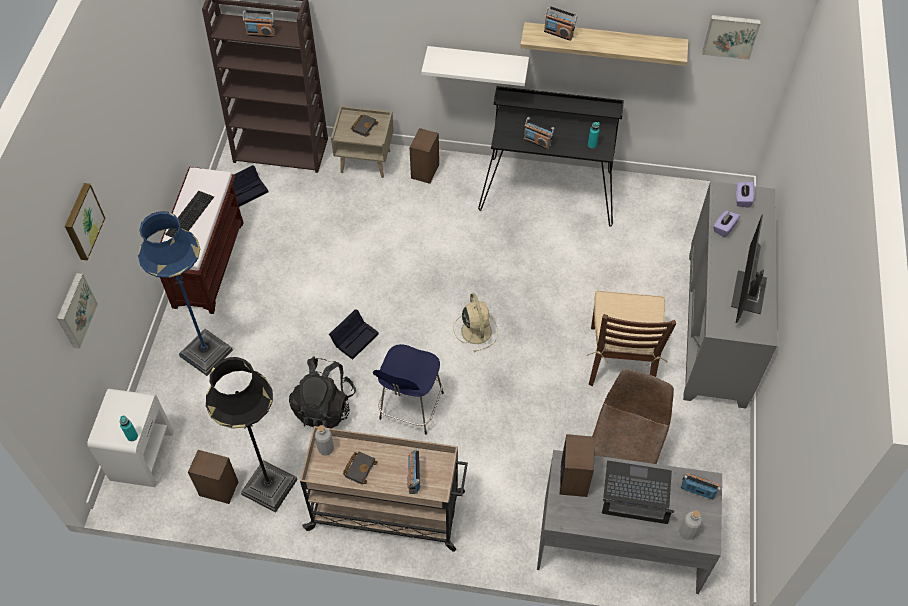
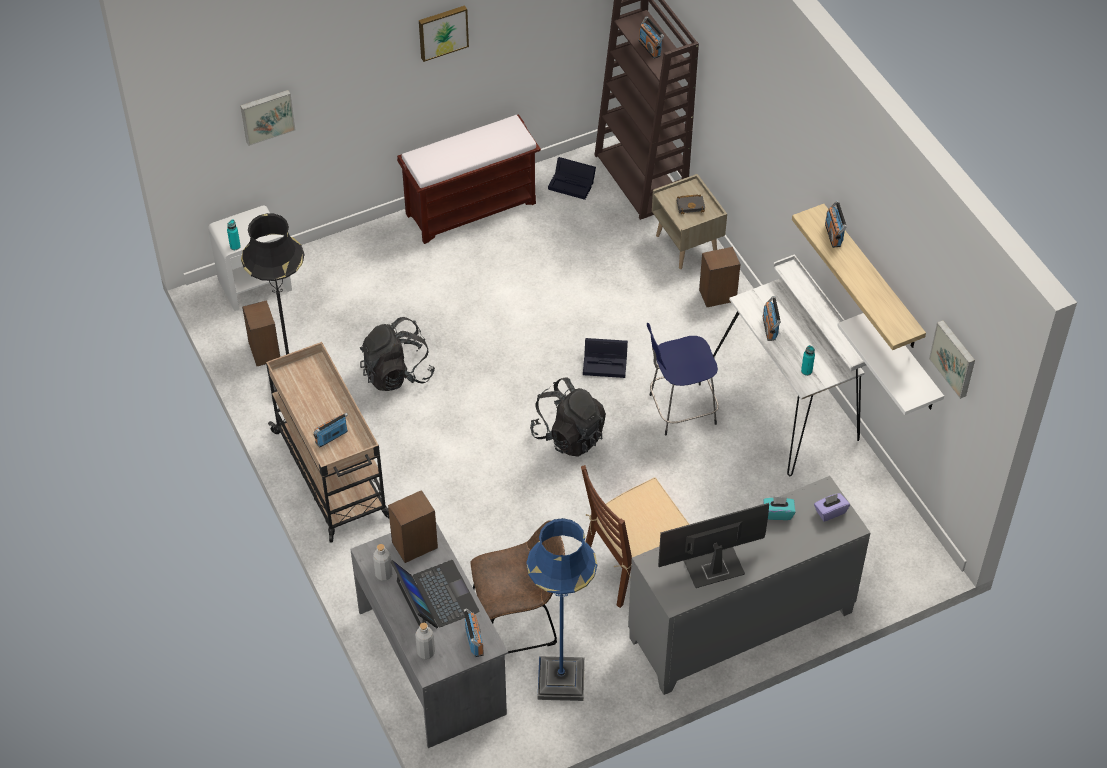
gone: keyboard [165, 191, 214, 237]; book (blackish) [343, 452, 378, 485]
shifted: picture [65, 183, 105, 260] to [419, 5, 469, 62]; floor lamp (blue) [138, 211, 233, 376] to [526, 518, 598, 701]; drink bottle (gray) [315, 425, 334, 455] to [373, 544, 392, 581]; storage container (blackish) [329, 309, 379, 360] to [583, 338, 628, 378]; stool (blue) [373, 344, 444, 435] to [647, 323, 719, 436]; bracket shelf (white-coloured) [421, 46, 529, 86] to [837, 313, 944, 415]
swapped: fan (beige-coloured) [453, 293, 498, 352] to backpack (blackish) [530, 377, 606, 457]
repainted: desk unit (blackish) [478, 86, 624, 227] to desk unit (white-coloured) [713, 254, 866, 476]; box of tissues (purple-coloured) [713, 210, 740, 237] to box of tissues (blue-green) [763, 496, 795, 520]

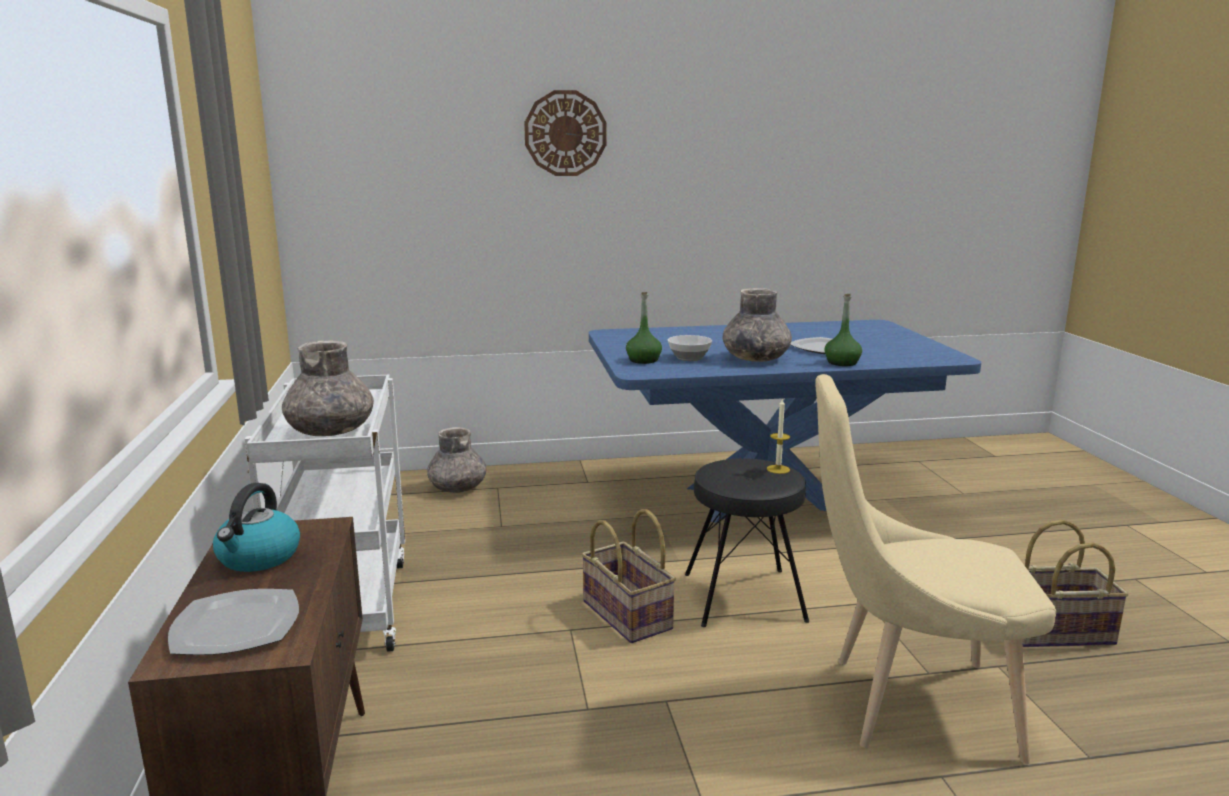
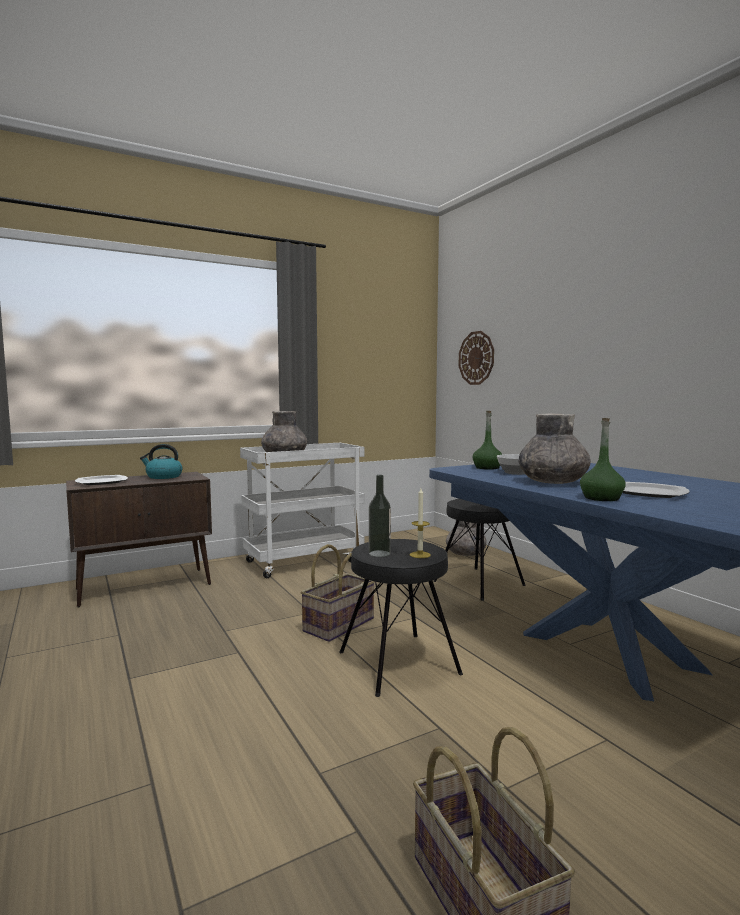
gone: chair (beige-coloured) [815, 374, 1056, 764]
new: drink bottle [369, 475, 391, 557]; stool (blackish) [433, 499, 526, 601]
shifted: hanging clock [524, 90, 606, 176] to [459, 331, 494, 385]

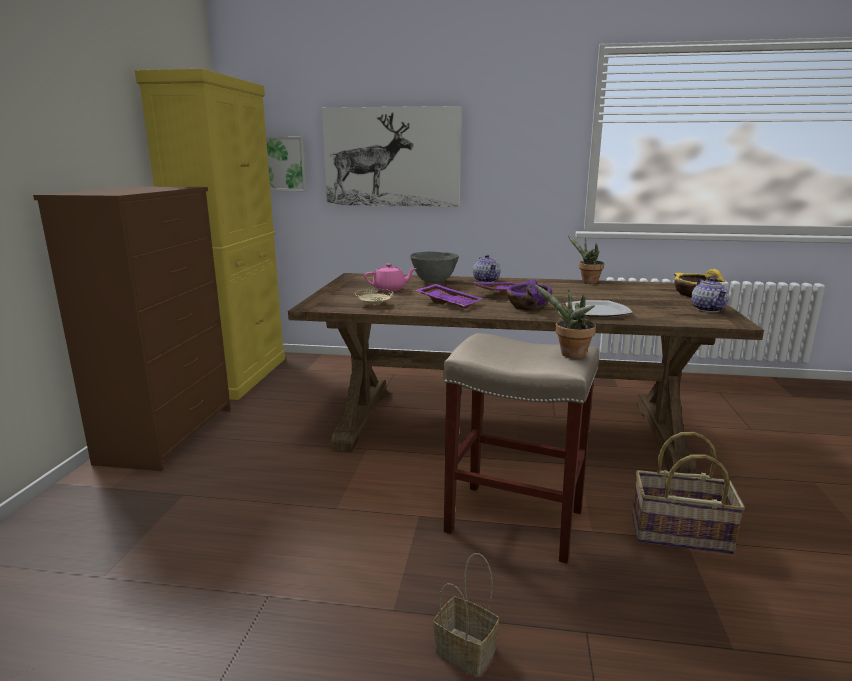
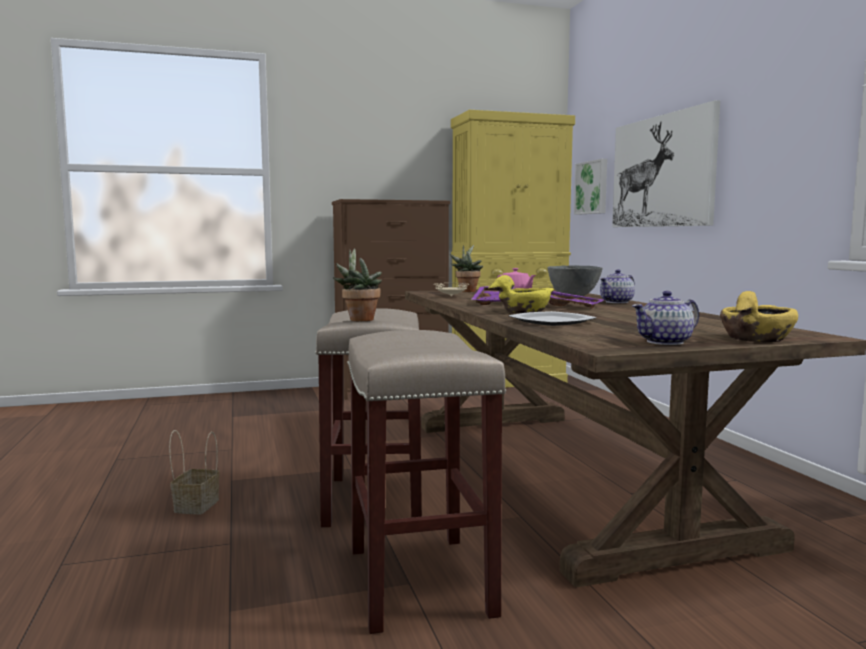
shifted: houseplant [568, 236, 604, 284] to [450, 245, 483, 292]
swapped: basket [632, 432, 745, 554] to stool (beige-coloured) [347, 330, 506, 634]
repainted: deep dish (purple-coloured) [507, 279, 552, 311] to deep dish (yellow-coloured) [488, 275, 554, 313]

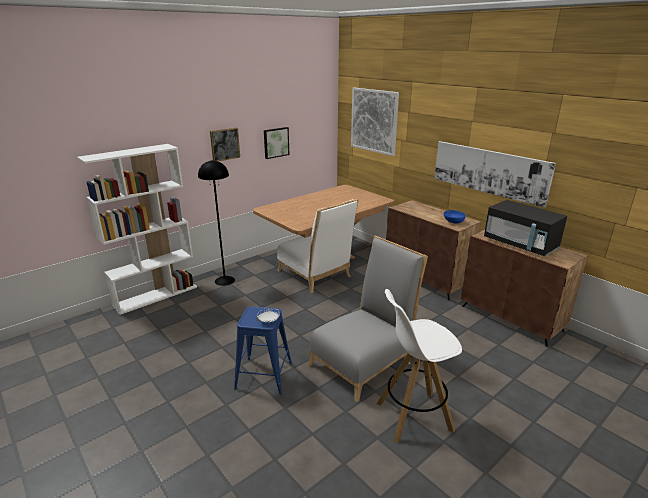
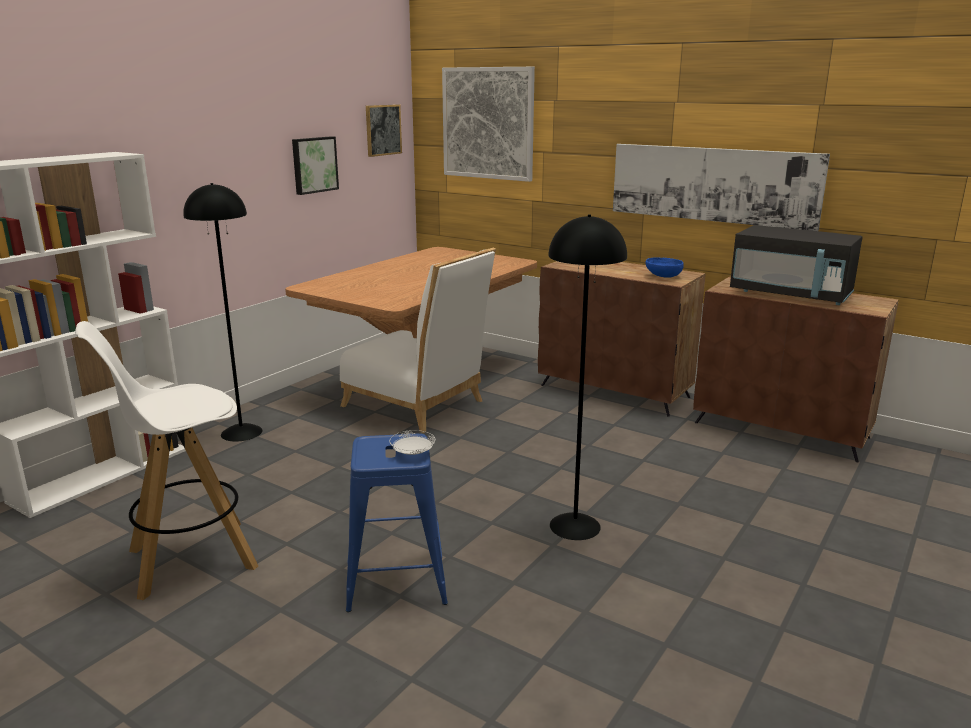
shifted: picture [210, 128, 240, 161] to [366, 105, 402, 157]; stool (white-coloured) [377, 289, 462, 443] to [75, 321, 258, 600]
swapped: chair (gray) [307, 236, 428, 402] to floor lamp (blackish) [548, 214, 627, 540]

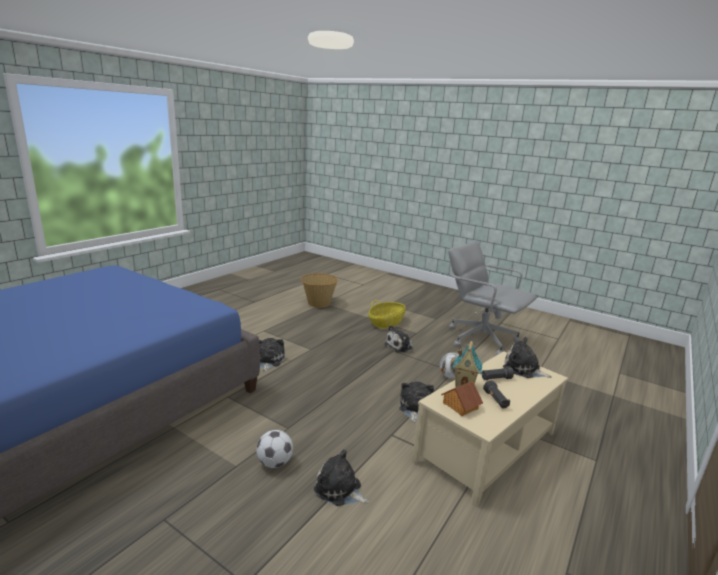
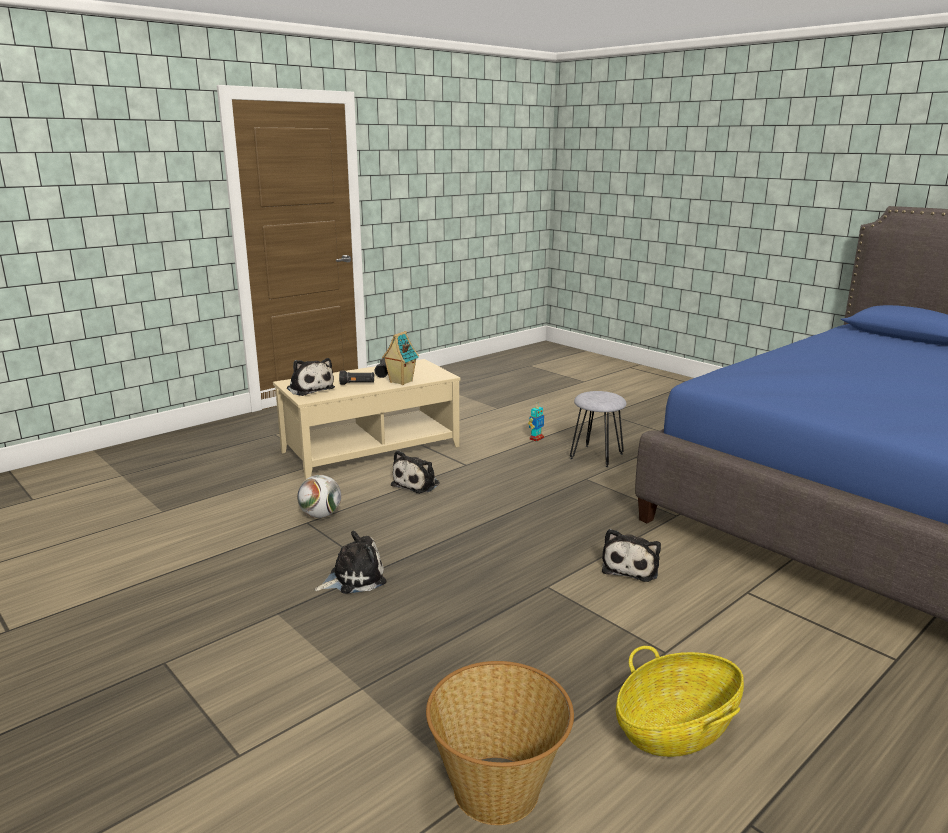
gone: model house [441, 381, 483, 416]; desk chair (gray) [448, 240, 537, 355]
shifted: basket [369, 300, 406, 328] to [616, 646, 744, 757]
swapped: ball for football [256, 430, 293, 468] to stool (gray) [570, 391, 627, 468]; soft toy [314, 449, 369, 506] to toy robot [528, 406, 544, 442]

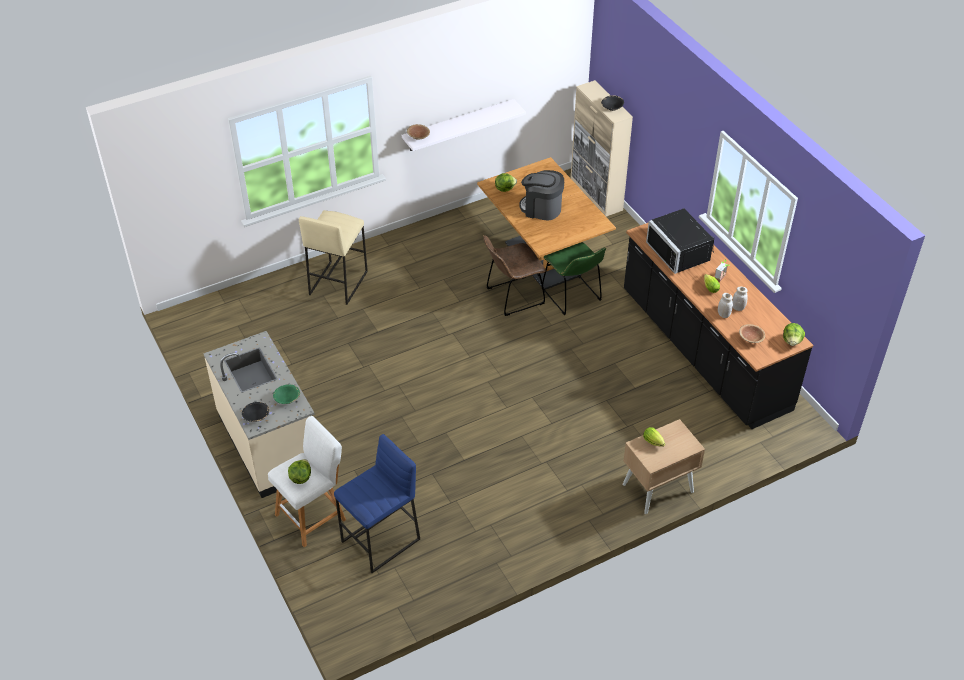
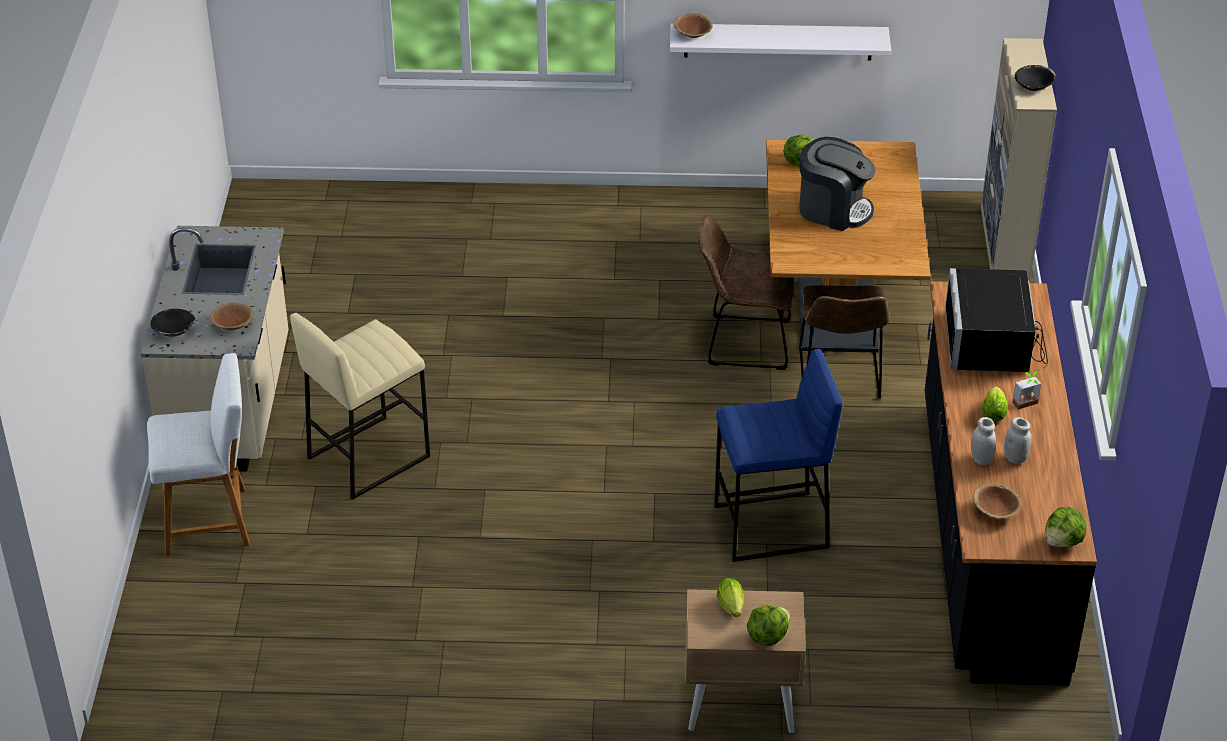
shifted: lettuce [288, 459, 311, 484] to [747, 605, 790, 646]; stool (beige-coloured) [299, 210, 368, 305] to [290, 313, 430, 500]; stool (blue) [334, 434, 420, 573] to [714, 349, 843, 562]
repainted: deep dish (green) [273, 384, 300, 404] to deep dish (brown-coloured) [210, 303, 254, 330]; chair (green) [542, 242, 606, 315] to chair (brown-coloured) [799, 285, 889, 398]
rotated: coffee brewer [519, 170, 564, 220] = [799, 137, 875, 231] 150 degrees clockwise

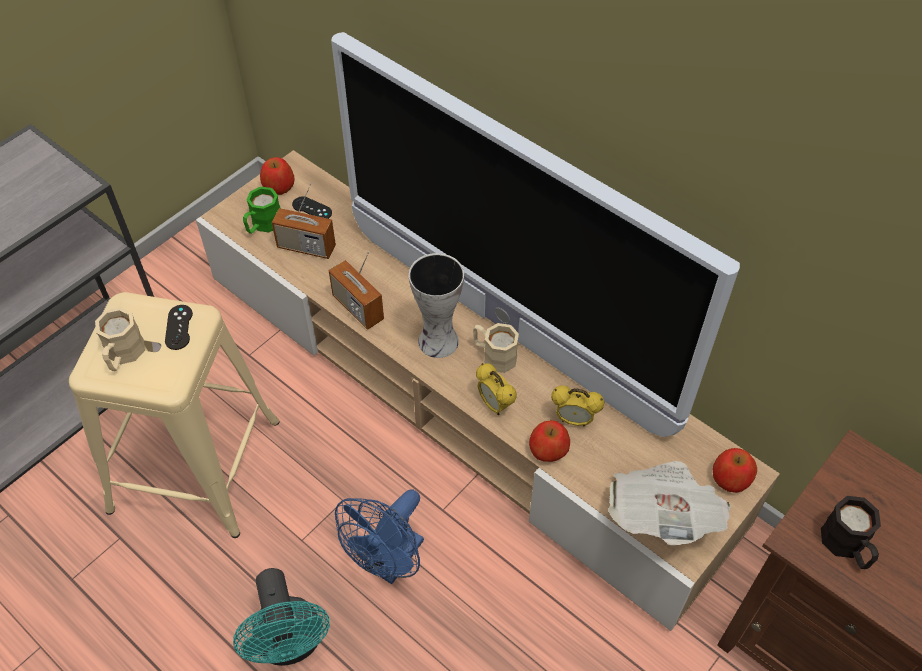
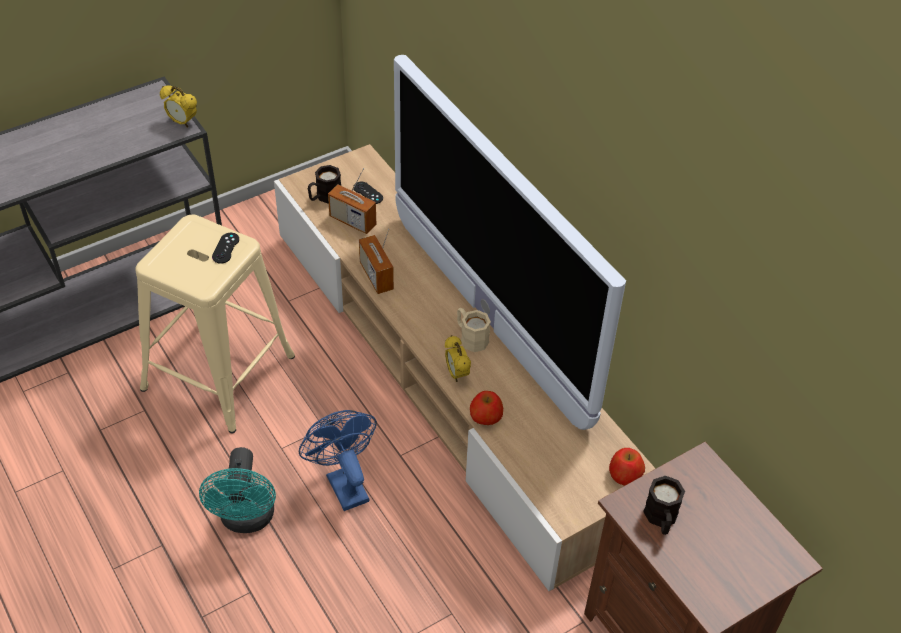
gone: mug (beige-coloured) [95, 307, 145, 371]; whole apple [260, 157, 295, 195]; vase [409, 253, 464, 358]; printed paper [608, 461, 731, 545]
shifted: bedside clock [551, 385, 604, 426] to [160, 85, 197, 128]
repainted: mug (green) [243, 187, 280, 234] to mug (blackish) [308, 165, 341, 204]
rotated: fan (blue) [335, 489, 424, 584] = [299, 410, 377, 511] 105 degrees clockwise

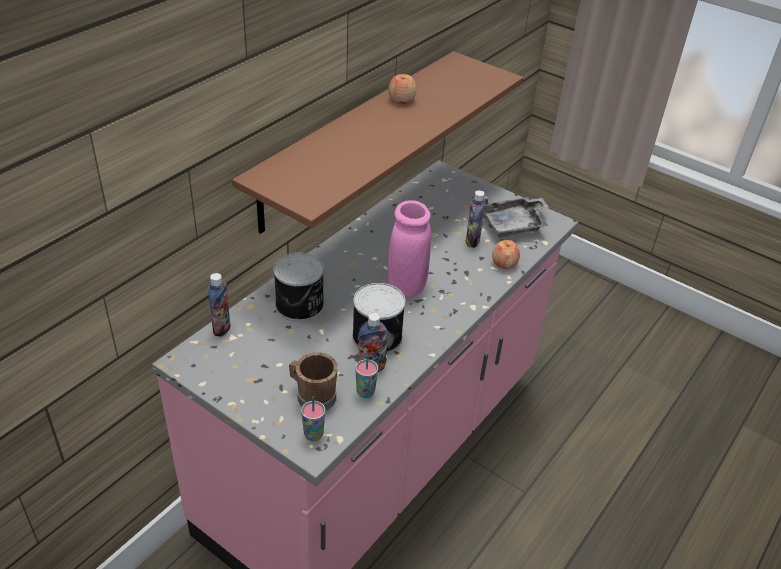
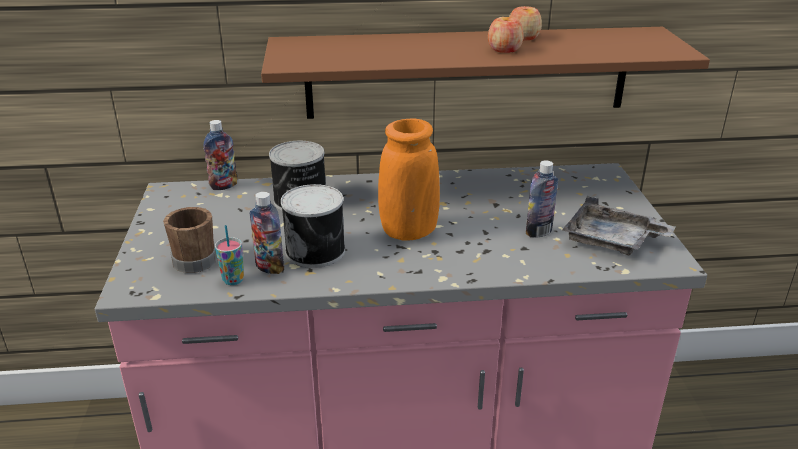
gone: cup [301, 396, 325, 441]
shifted: whole apple [492, 240, 520, 269] to [488, 17, 524, 53]
repainted: vase (pinkish) [387, 200, 431, 297] to vase (orange) [378, 119, 440, 241]

